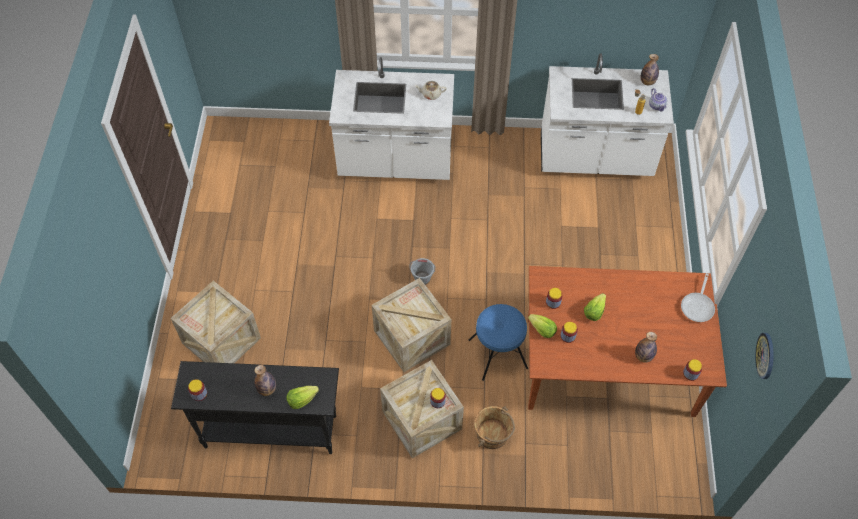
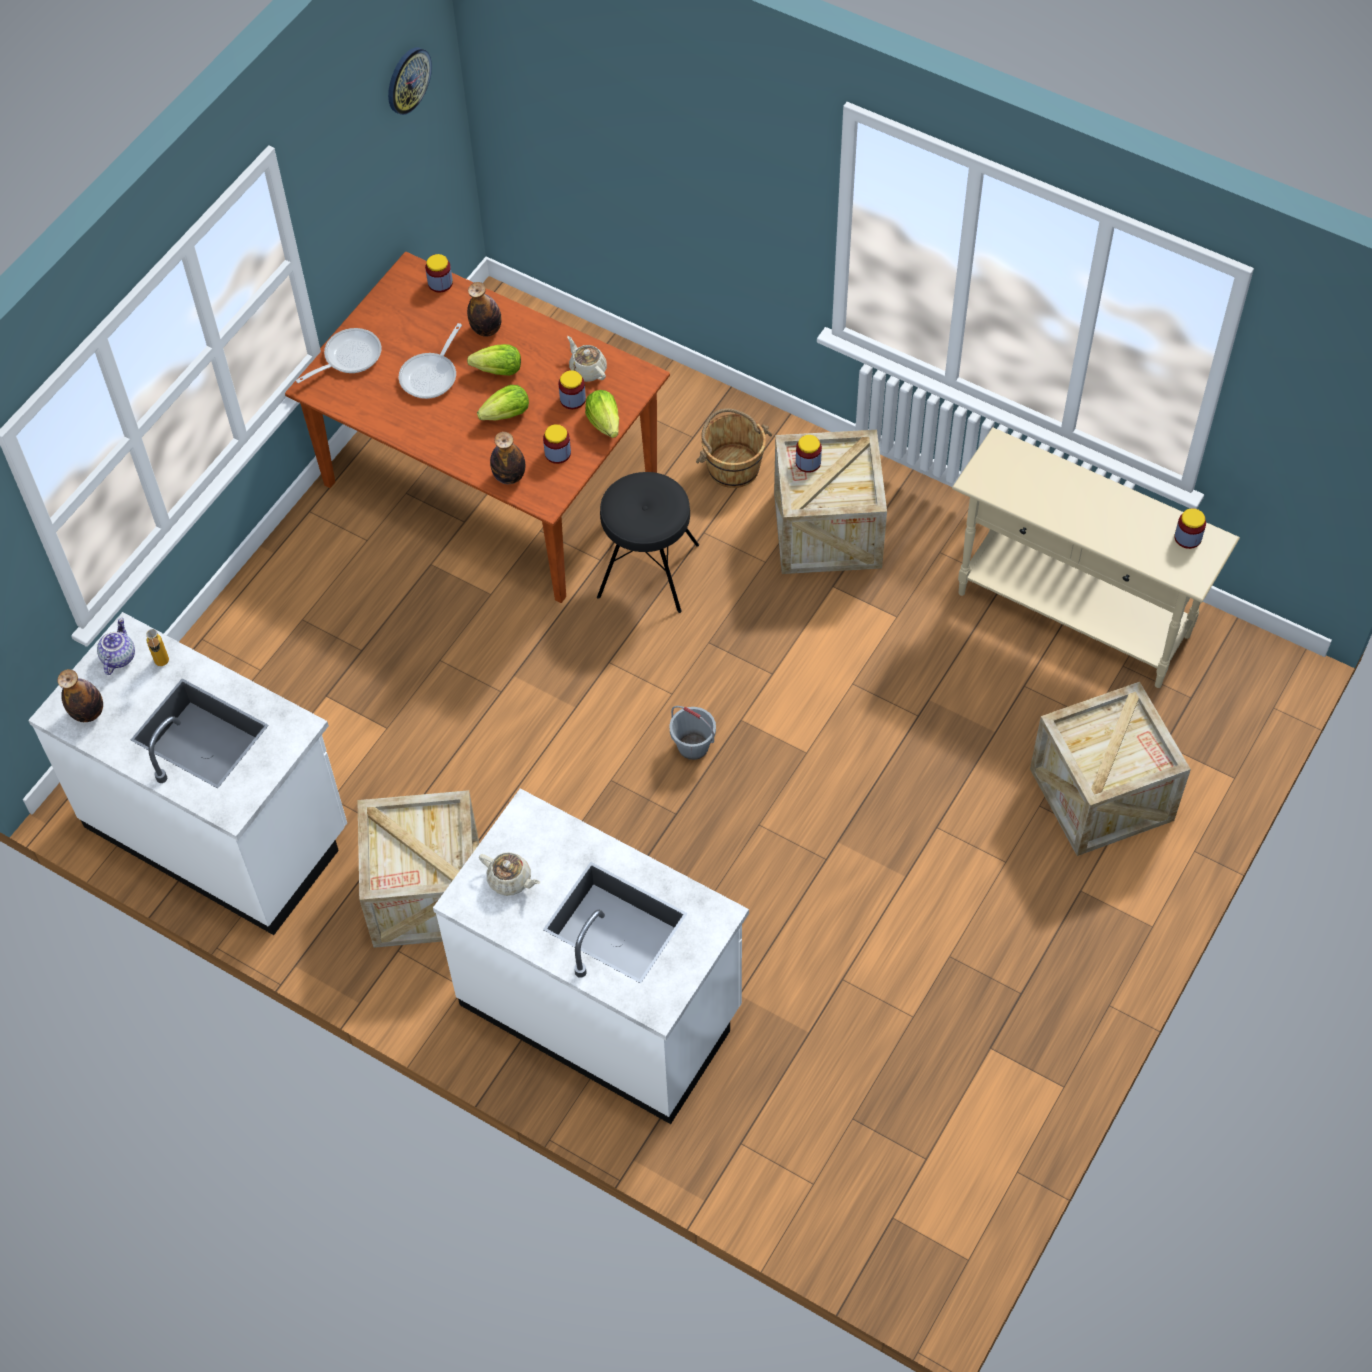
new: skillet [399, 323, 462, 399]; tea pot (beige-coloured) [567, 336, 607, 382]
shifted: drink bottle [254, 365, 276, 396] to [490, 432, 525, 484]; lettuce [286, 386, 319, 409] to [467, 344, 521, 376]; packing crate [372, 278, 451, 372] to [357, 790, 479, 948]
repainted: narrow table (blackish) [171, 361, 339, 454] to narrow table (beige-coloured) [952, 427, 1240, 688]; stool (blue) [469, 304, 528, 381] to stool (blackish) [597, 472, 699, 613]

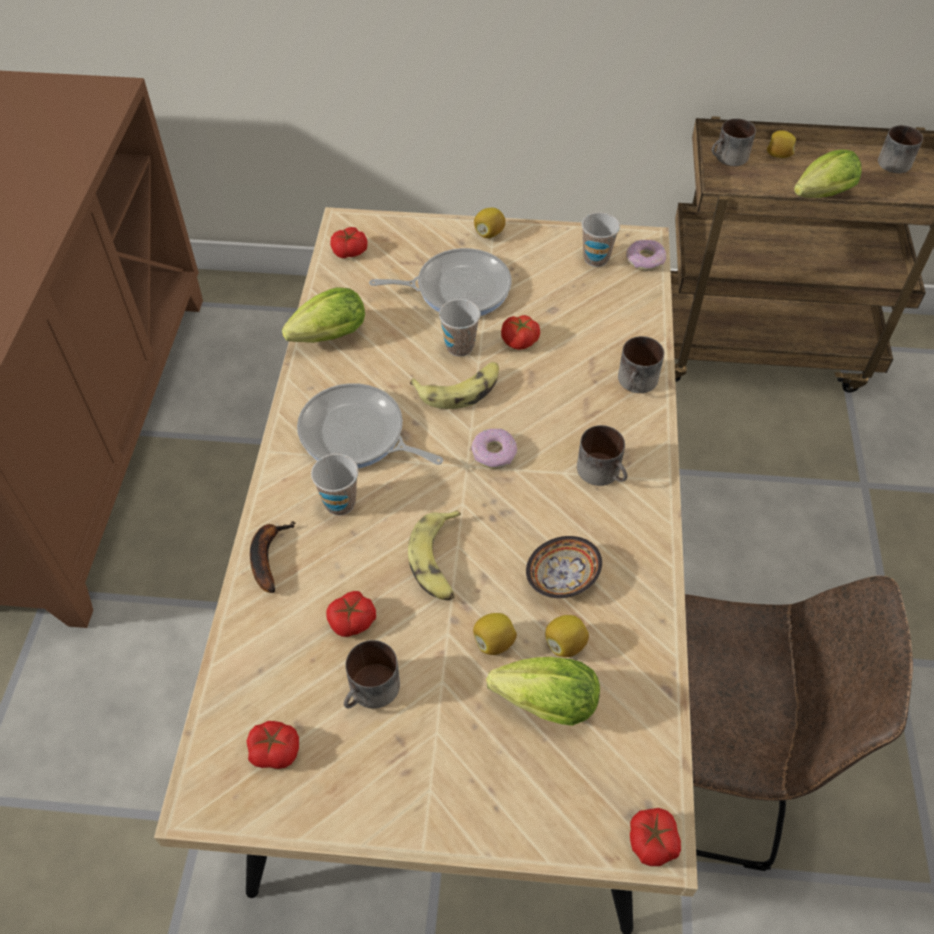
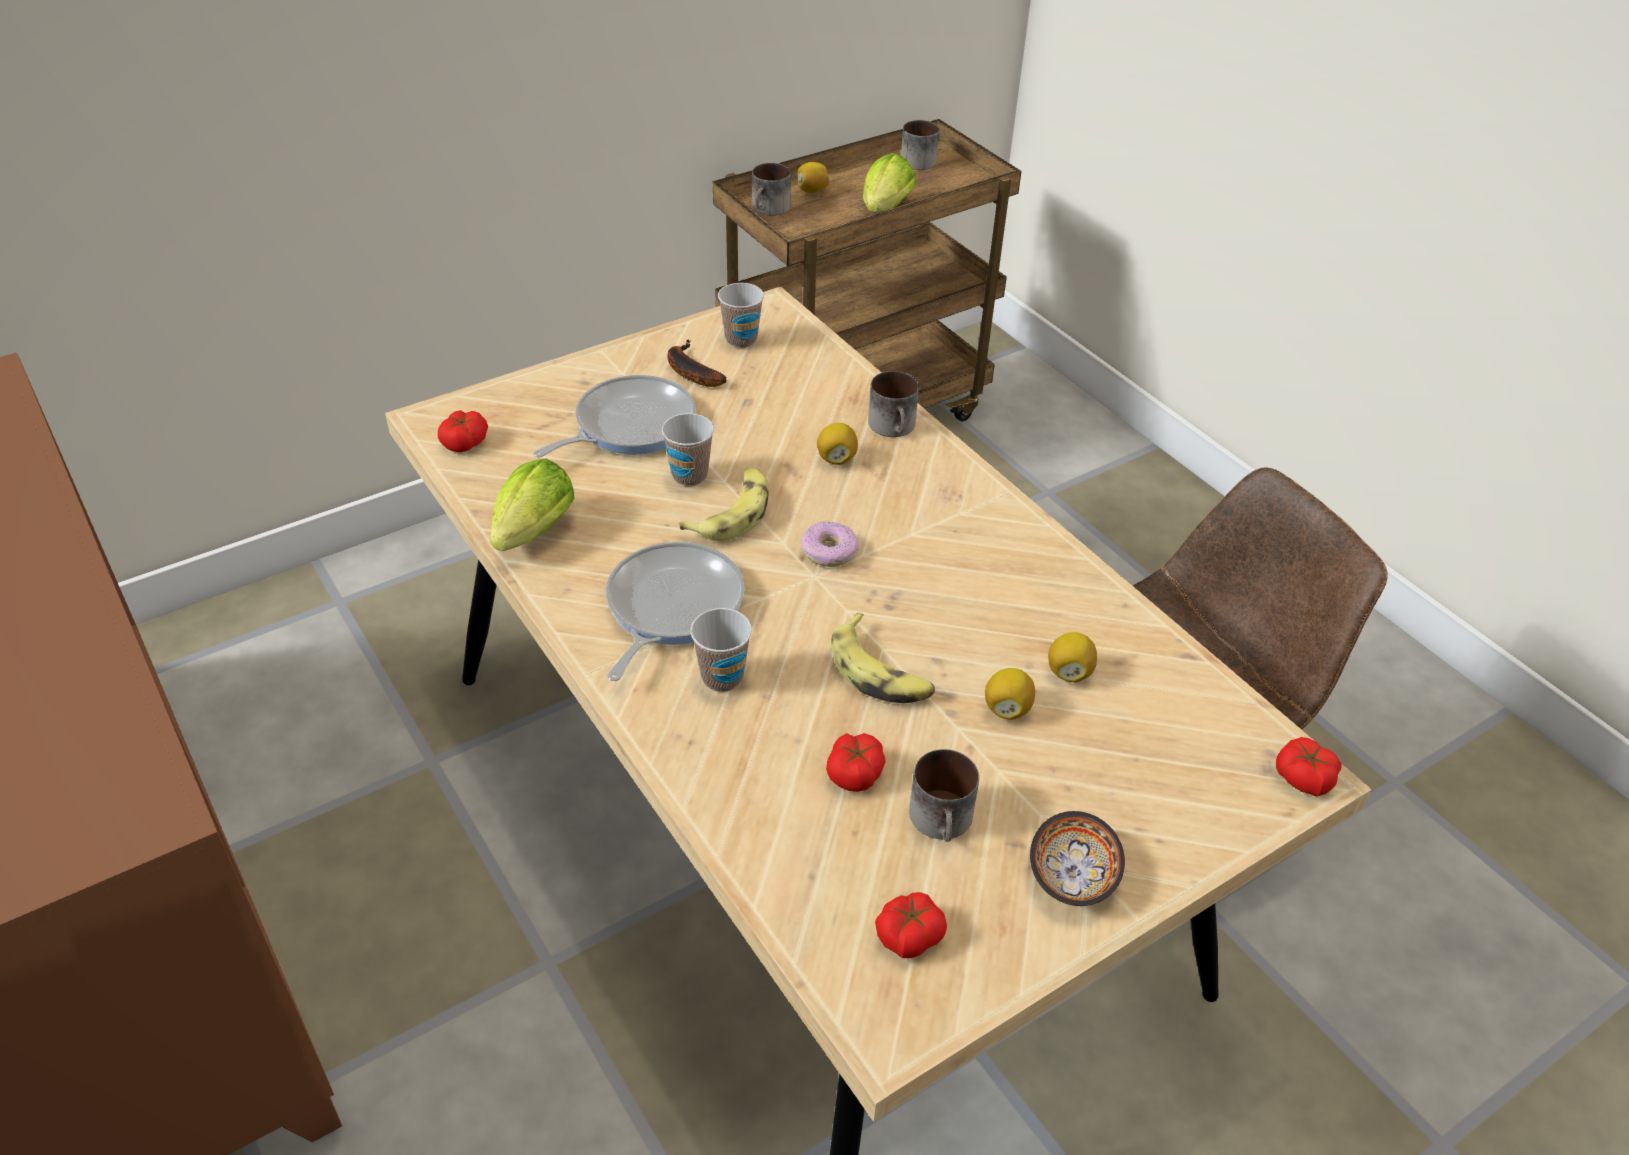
gone: lettuce [486, 657, 600, 726]; whole tomato [501, 315, 540, 350]; mug [577, 425, 627, 486]; donut [626, 240, 666, 271]
shifted: banana [250, 521, 296, 593] to [668, 340, 727, 387]; whole lemon [474, 208, 506, 238] to [817, 423, 858, 465]; deep dish [526, 536, 602, 598] to [1030, 811, 1125, 906]
rotated: skillet [297, 383, 444, 468] = [606, 542, 745, 681] 120 degrees clockwise

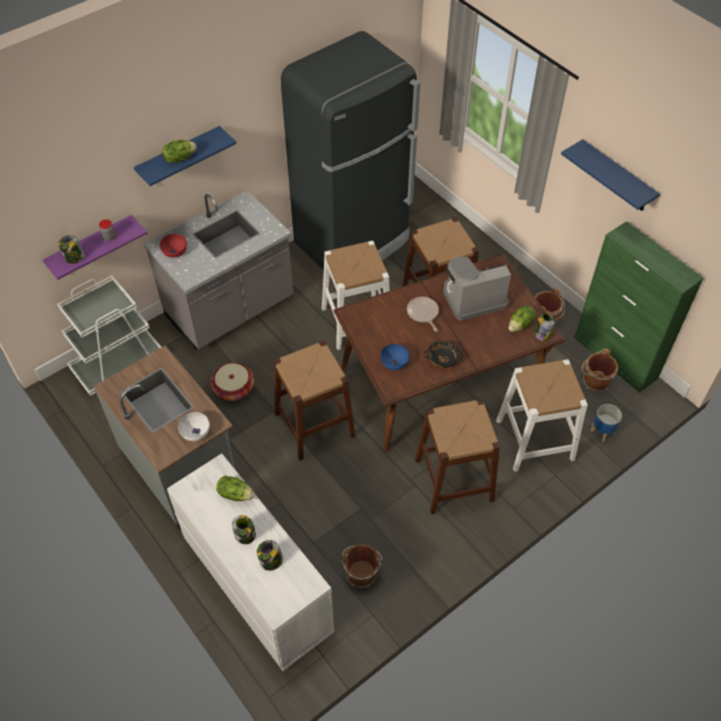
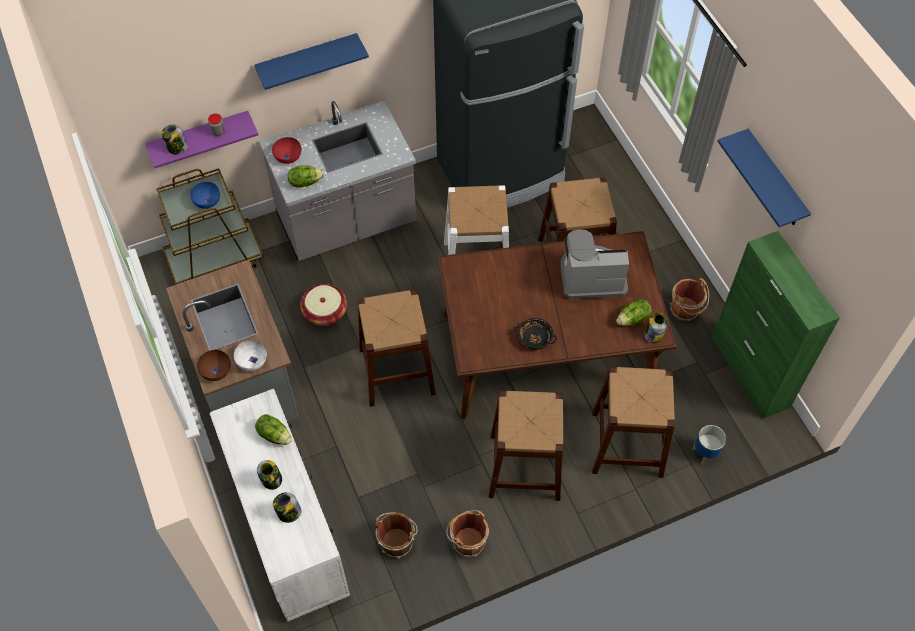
gone: skillet [407, 297, 439, 332]
new: deep dish (brown-coloured) [197, 350, 231, 381]
shifted: lettuce [162, 140, 197, 163] to [288, 165, 324, 188]; deep dish (blue) [381, 344, 409, 370] to [190, 182, 220, 209]; bucket (brown-coloured) [581, 349, 618, 392] to [447, 510, 489, 557]
repainted: cart (white-coloured) [57, 275, 161, 396] to cart (brown-coloured) [156, 168, 264, 284]; stool (white-coloured) [496, 359, 588, 472] to stool (brown-coloured) [592, 367, 675, 478]

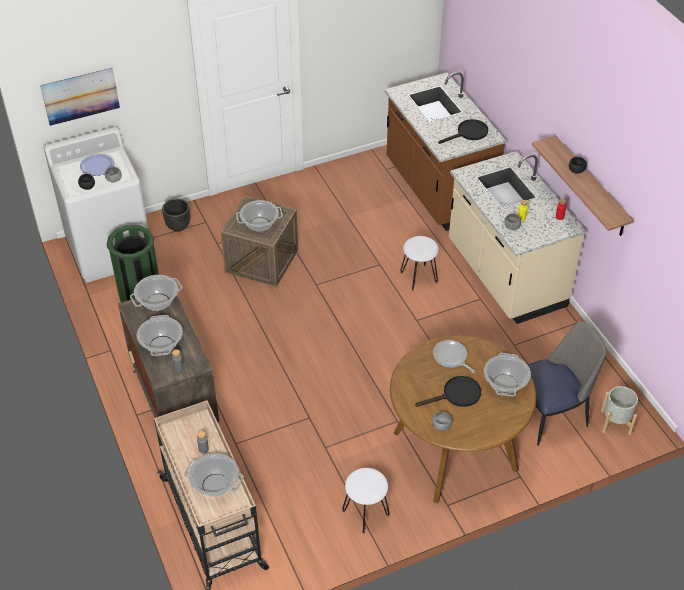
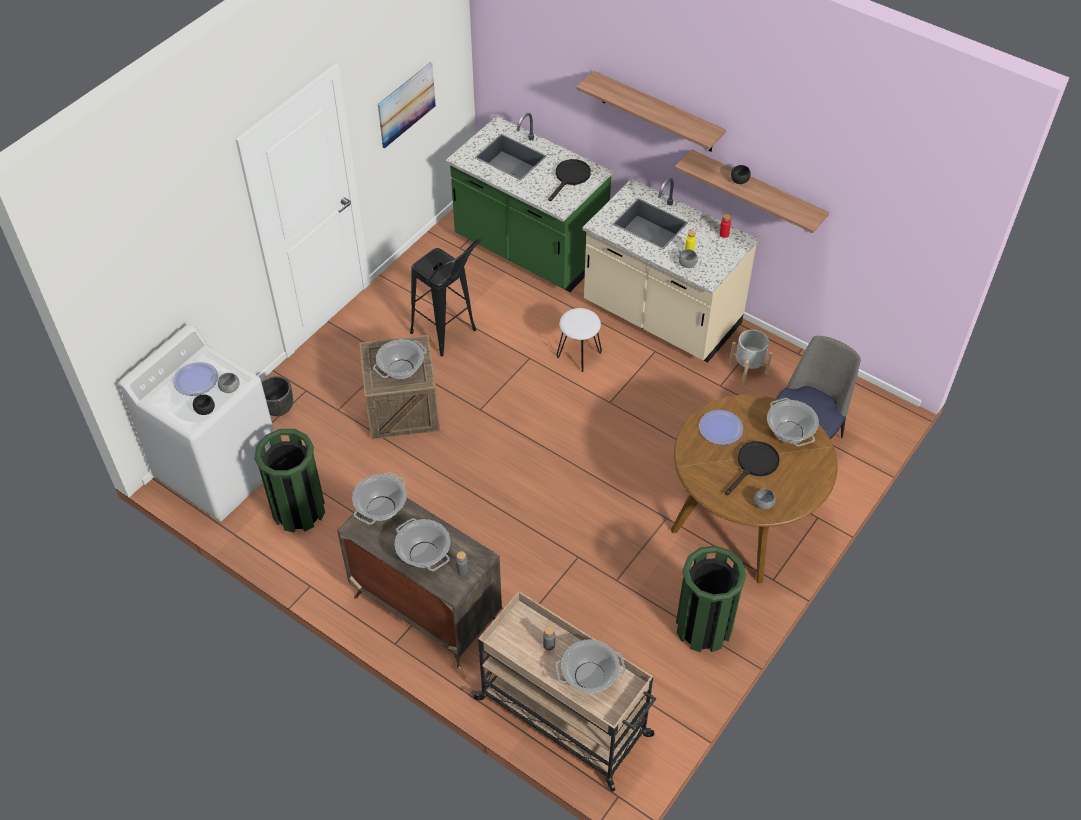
new: stool (blackish) [410, 238, 481, 356]; bracket shelf [576, 71, 726, 152]
shifted: picture [40, 68, 120, 126] to [378, 62, 436, 148]; plant pot (gray) [601, 386, 638, 435] to [729, 330, 772, 383]
swapped: stool (white-coloured) [342, 468, 390, 533] to waste bin (green) [676, 546, 746, 652]; skillet [433, 340, 475, 373] to plate [699, 410, 743, 445]
repainted: kitchen base unit (brown-coloured) [385, 72, 506, 231] to kitchen base unit (green) [446, 113, 613, 292]

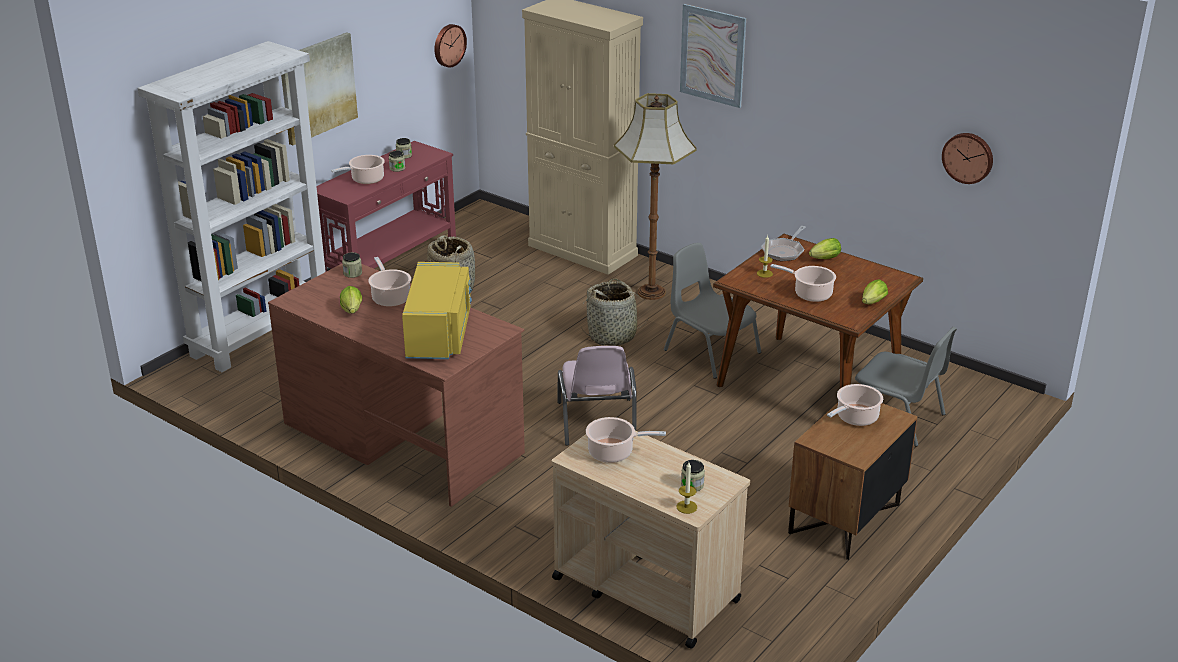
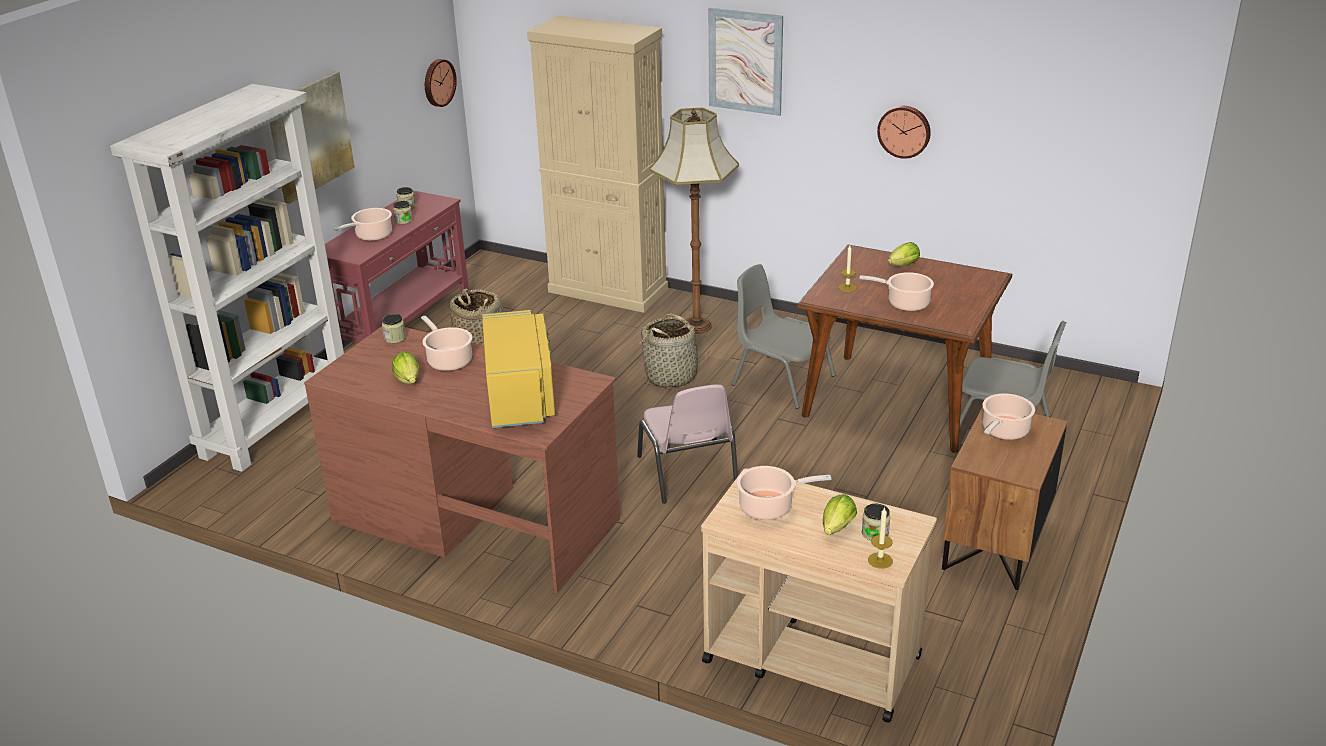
gone: skillet [761, 226, 806, 262]
shifted: lettuce [862, 280, 888, 304] to [823, 494, 857, 535]; hanging clock [942, 133, 993, 184] to [877, 106, 931, 159]

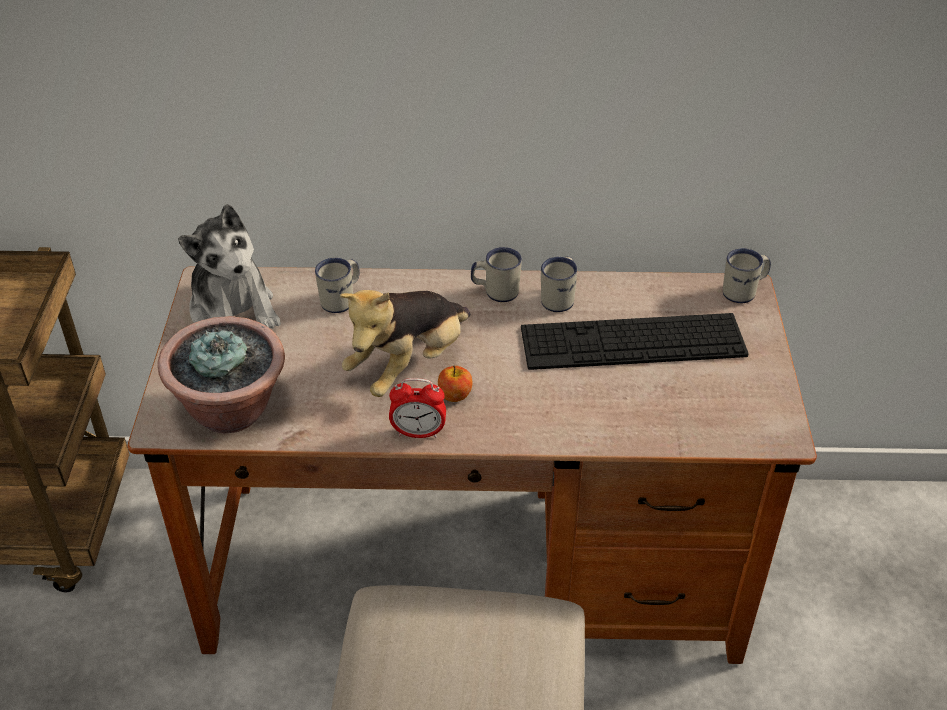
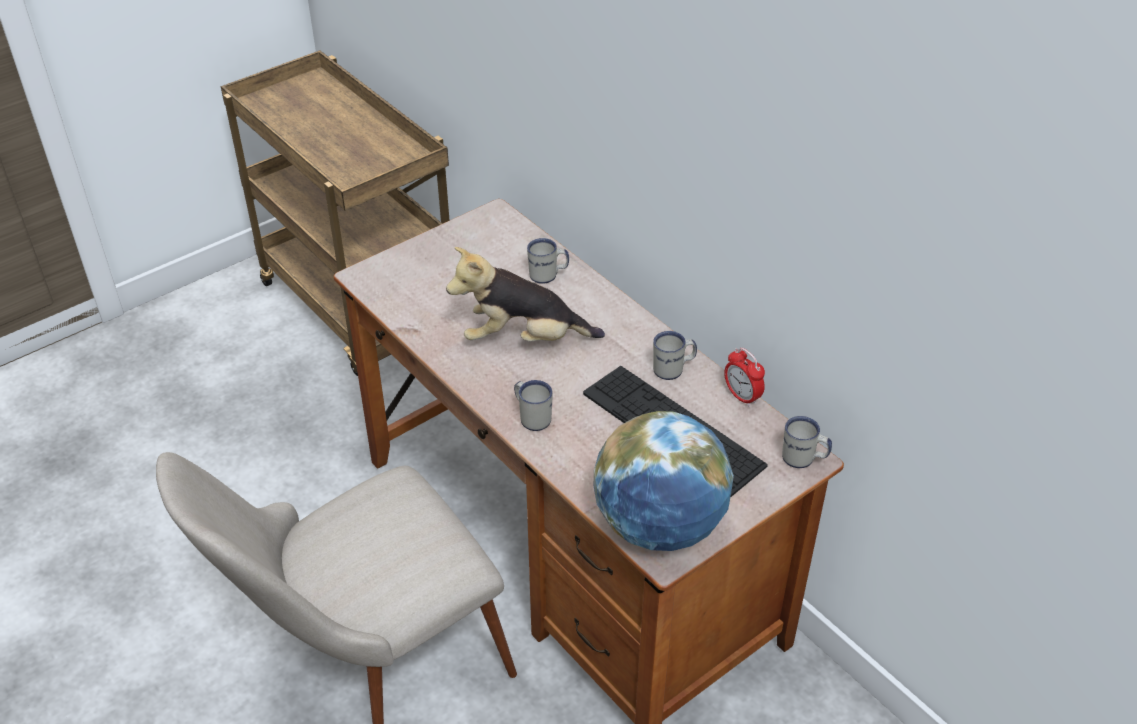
gone: houseplant [158, 316, 285, 433]; soft toy [178, 204, 281, 328]; whole apple [438, 366, 472, 402]
new: globe [594, 411, 734, 551]
shifted: bedside clock [389, 378, 446, 438] to [724, 348, 765, 407]; mug (white-coloured) [471, 247, 522, 302] to [514, 380, 552, 431]

